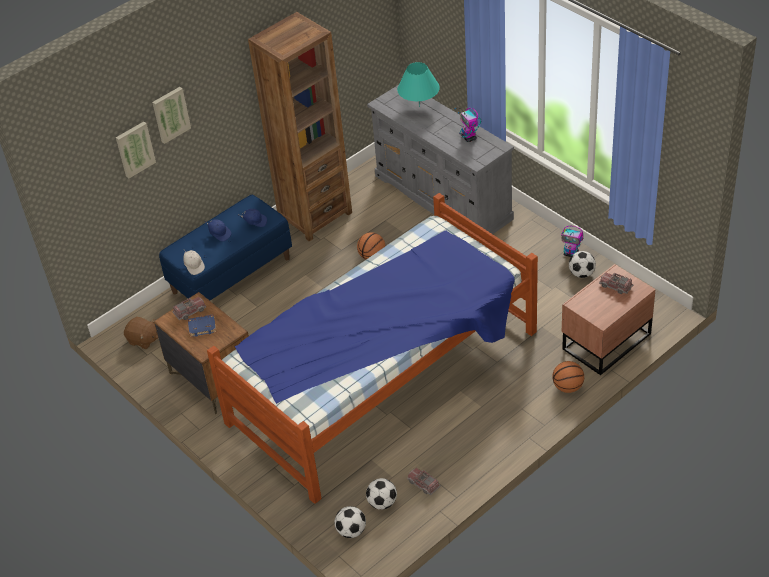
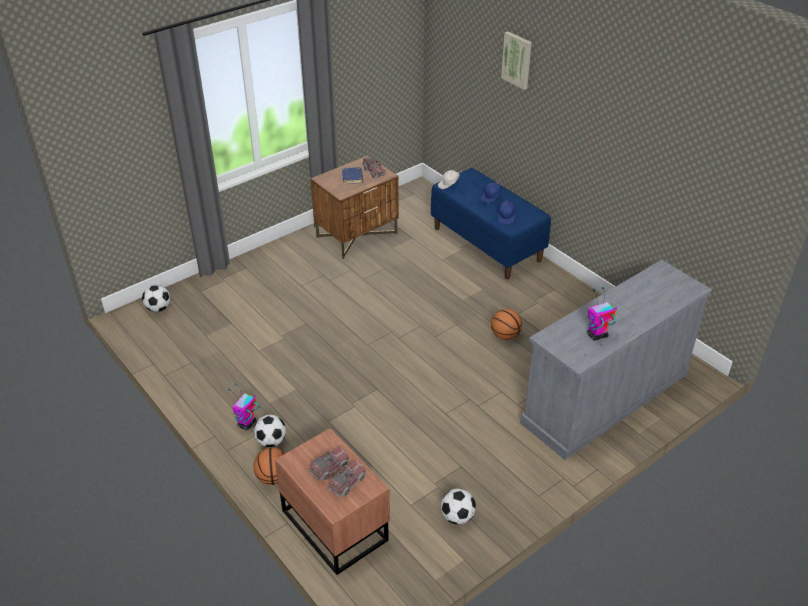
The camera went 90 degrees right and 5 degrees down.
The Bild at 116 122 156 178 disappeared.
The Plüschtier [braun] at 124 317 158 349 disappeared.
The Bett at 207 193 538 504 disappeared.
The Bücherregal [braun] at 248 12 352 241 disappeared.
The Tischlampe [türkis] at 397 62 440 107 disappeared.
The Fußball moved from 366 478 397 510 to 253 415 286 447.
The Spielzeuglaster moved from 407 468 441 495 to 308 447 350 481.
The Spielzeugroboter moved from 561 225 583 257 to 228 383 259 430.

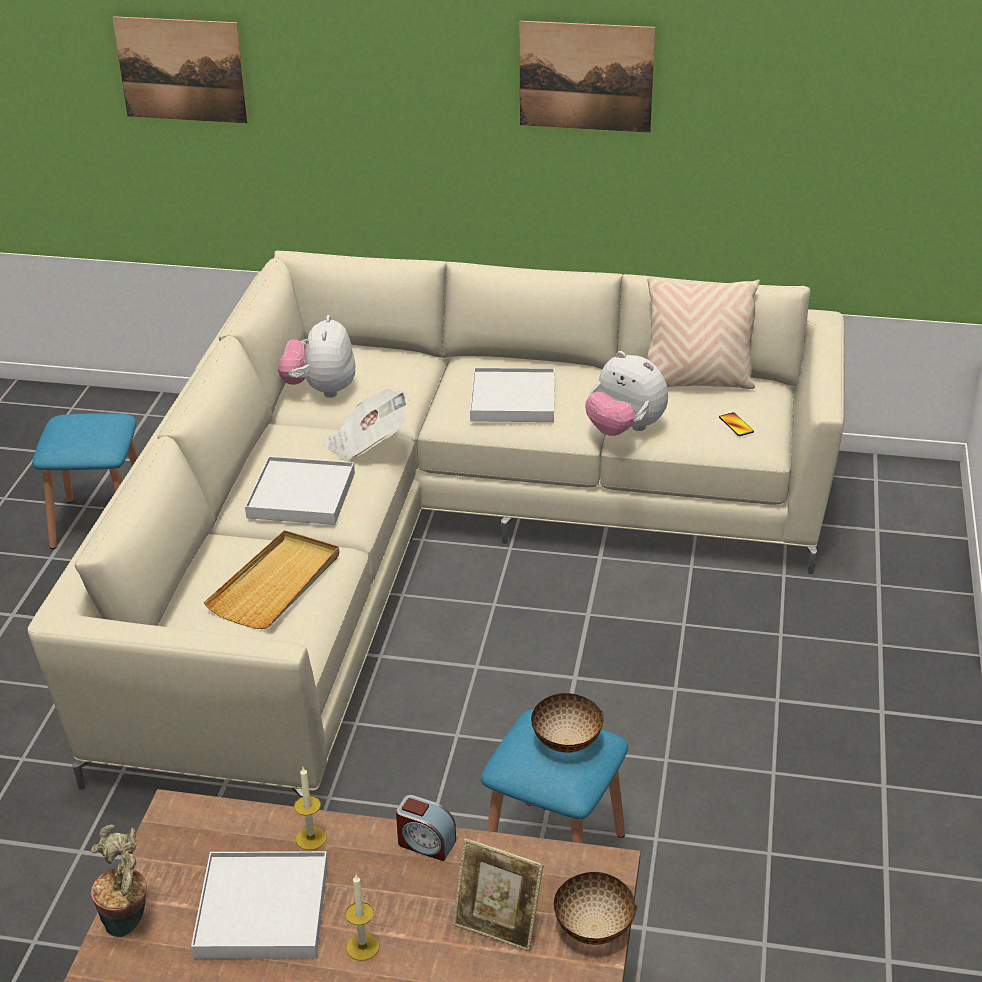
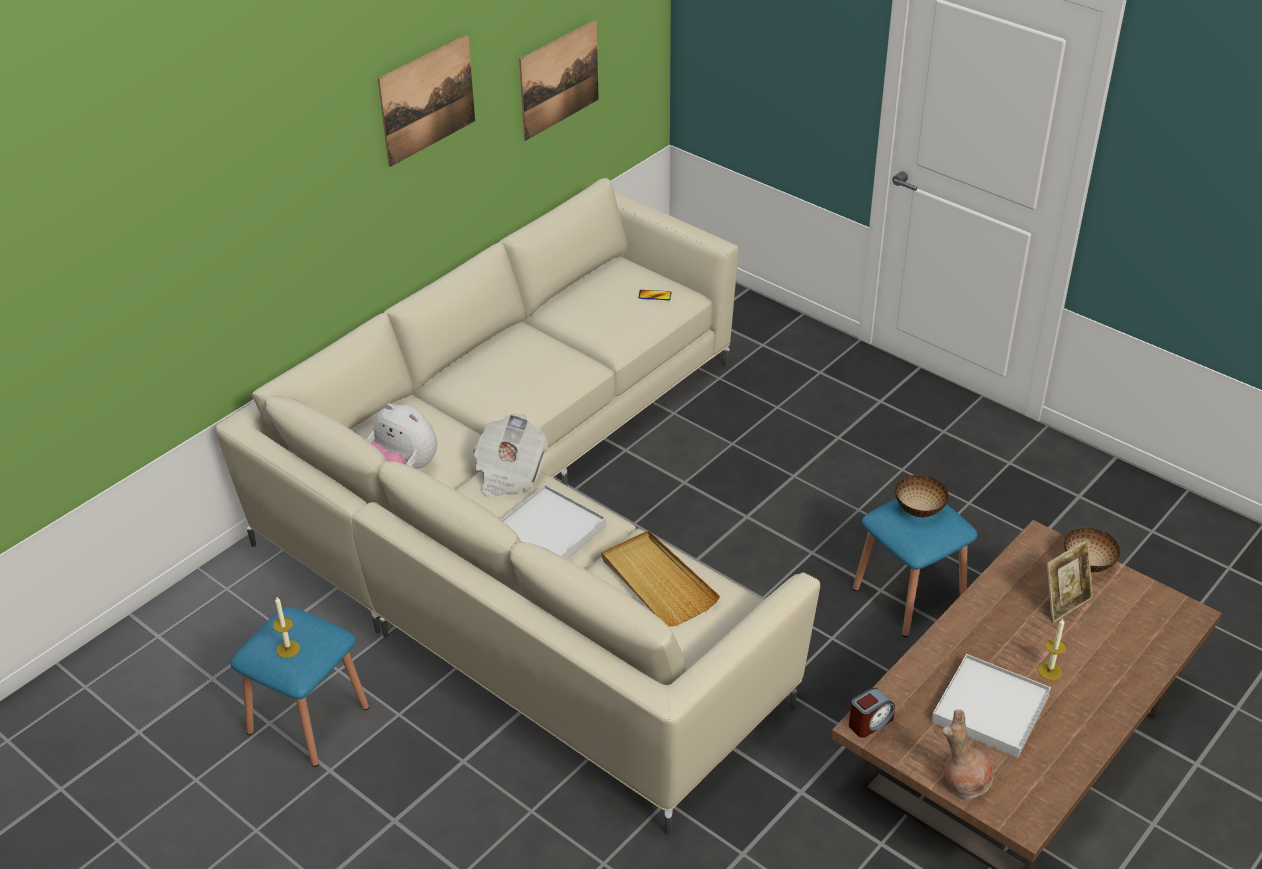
The camera went 60 degrees left and 5 degrees up.
The Tablett [weiß] at 470 368 555 422 disappeared.
The Plüschtier at 585 351 668 436 disappeared.
The Kissen [beige] at 647 277 760 389 disappeared.
The Bild moved from 112 16 248 123 to 519 20 599 141.
The Kerze moved from 294 767 327 850 to 273 597 300 658.
The Wecker moved from 396 795 456 861 to 849 688 895 738.
The Topfpflanze at 91 825 147 937 was replaced by the Vase [braun] at 942 710 993 798.

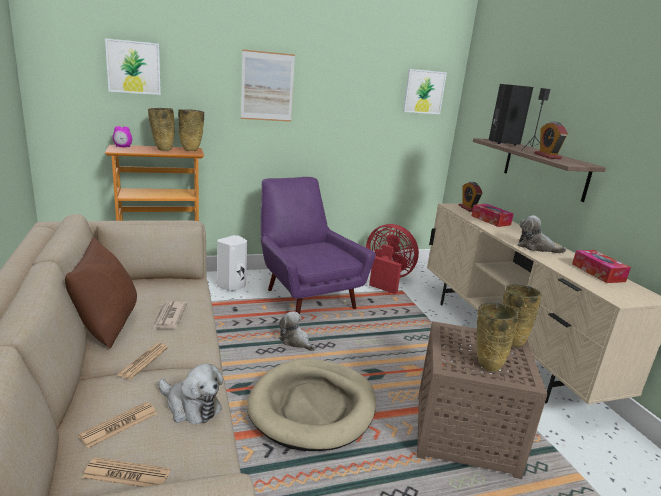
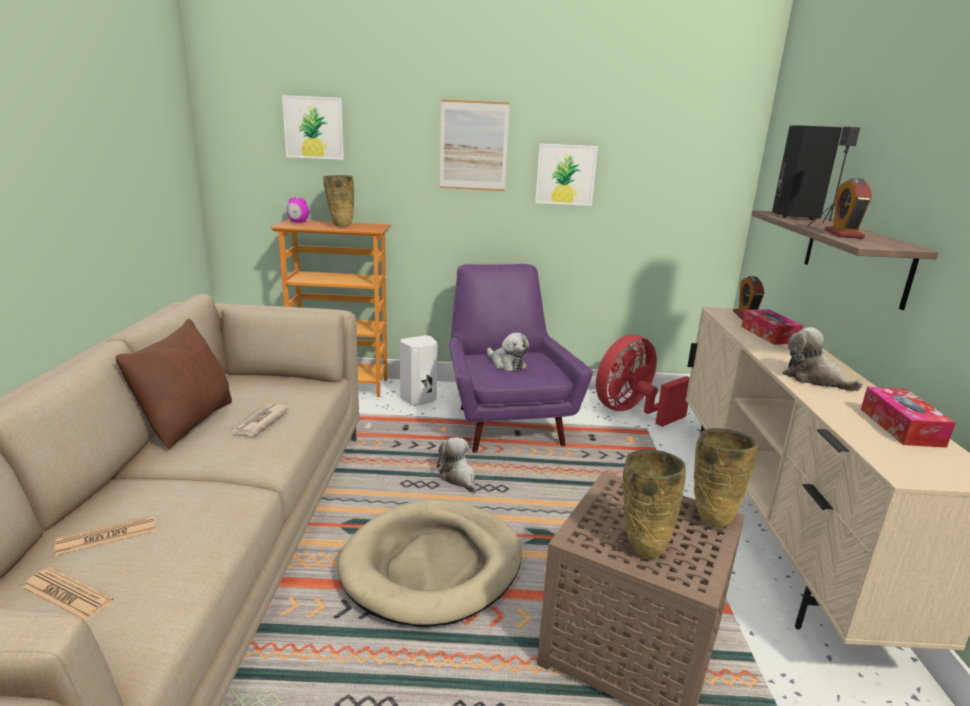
The camera went 20 degrees right and 0 degrees up.
The Zeitung at 117 343 168 379 disappeared.
The Vase [beige] at 178 109 204 151 disappeared.
The Plüschtier moved from 159 364 223 424 to 487 333 529 371.
The Bild moved from 403 69 447 114 to 535 143 598 206.
The Ventilator [rot] at 366 224 419 294 turned 90 degrees counterclockwise.

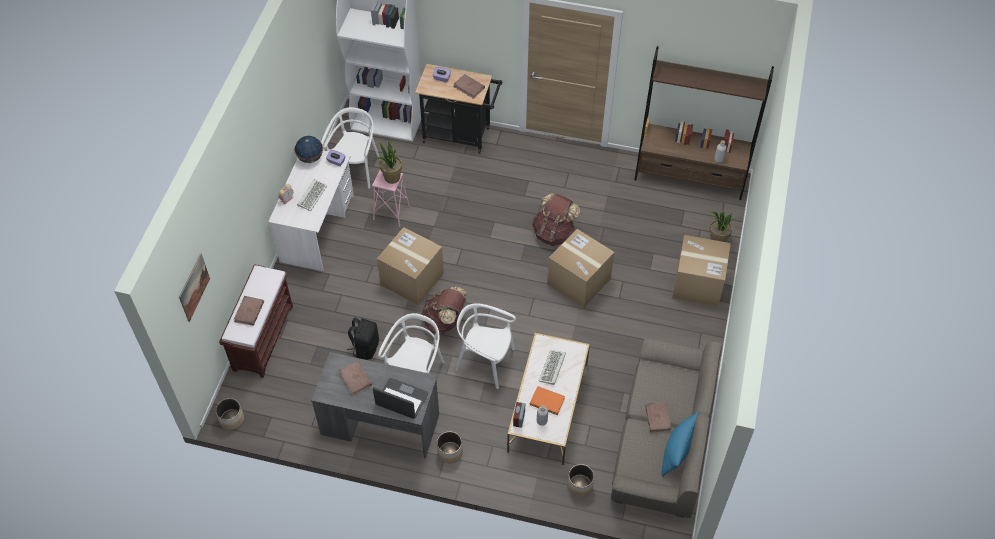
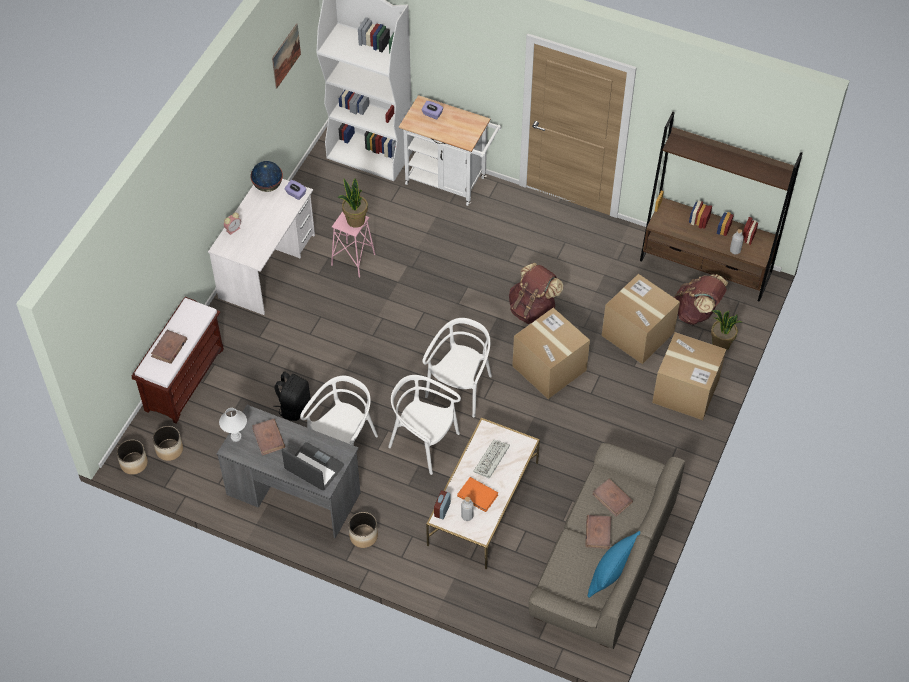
The camera went 10 degrees right and 0 degrees up.
The Tastatur at 297 179 328 211 disappeared.
The Tischlampe [weiß] at 219 408 247 442 appeared.
The Bild moved from 179 253 210 322 to 272 24 301 89.
The Stuhl [weiß] moved from 321 107 379 188 to 422 318 492 417.
The Karton moved from 377 227 444 305 to 602 274 680 364.
The Rucksack [braun] moved from 421 286 468 334 to 674 274 729 325.
The Buch [braun] moved from 454 74 485 99 to 593 479 633 517.
The Pflanzkübel moved from 567 464 594 497 to 153 426 183 461.
The Rollwagen [schwarz] at 415 64 502 154 became the Rollwagen [weiß] at 399 95 501 206.

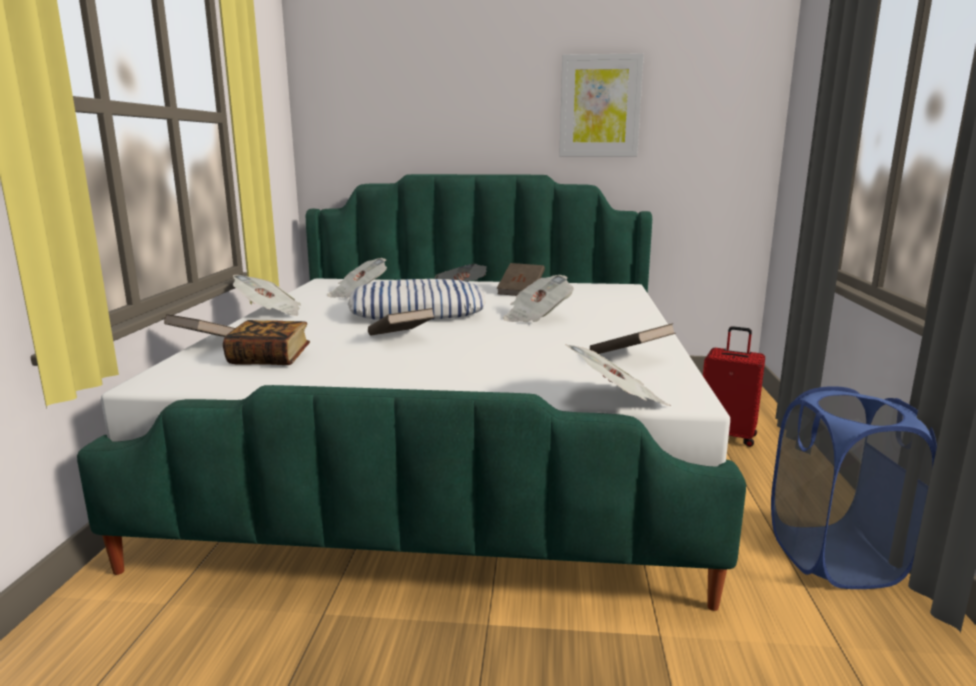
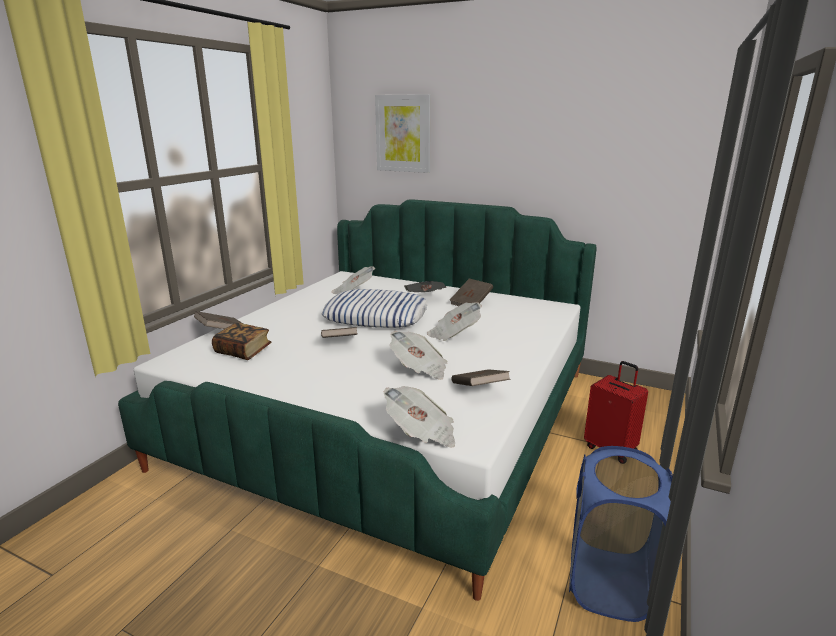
The camera went 20 degrees right and 5 degrees up.
The Zeitung moved from 233 275 301 316 to 389 331 447 380.
The Bild moved from 559 53 644 156 to 375 94 431 173.

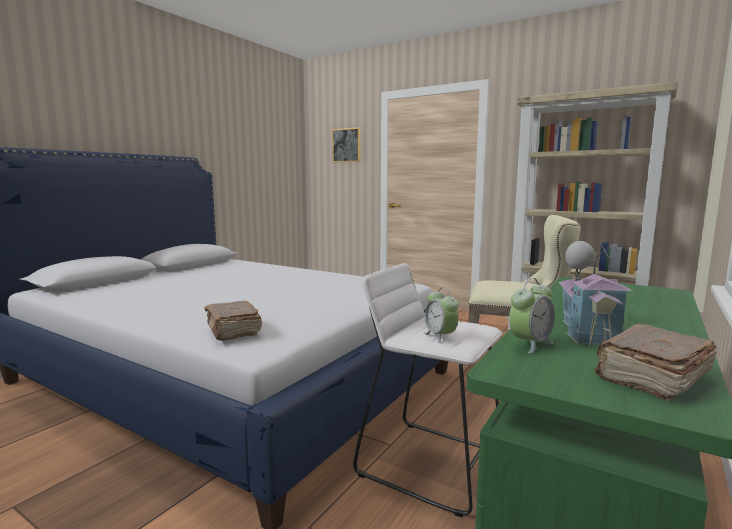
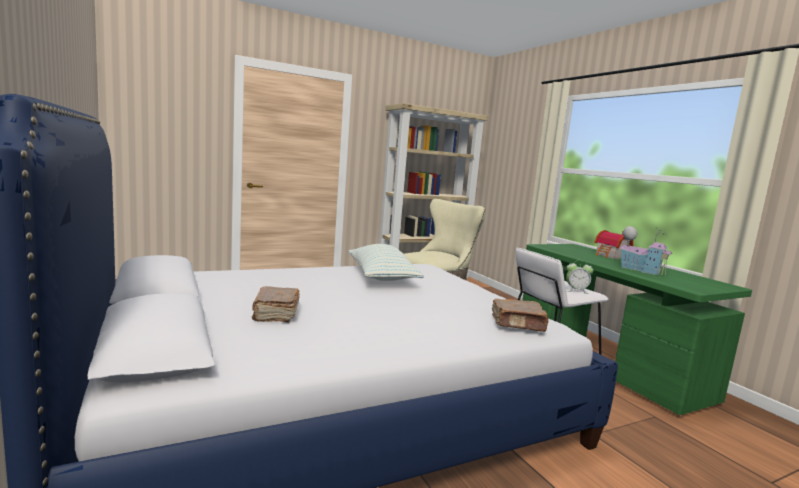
The camera went 60 degrees left and 0 degrees up.
The Bild at 332 127 360 162 disappeared.
The Wecker at 509 278 555 354 disappeared.
The Kissen at 348 244 424 281 appeared.
The Spielzeughaus at 594 230 633 259 appeared.
The Buch [braun] moved from 595 324 717 401 to 252 286 300 322.

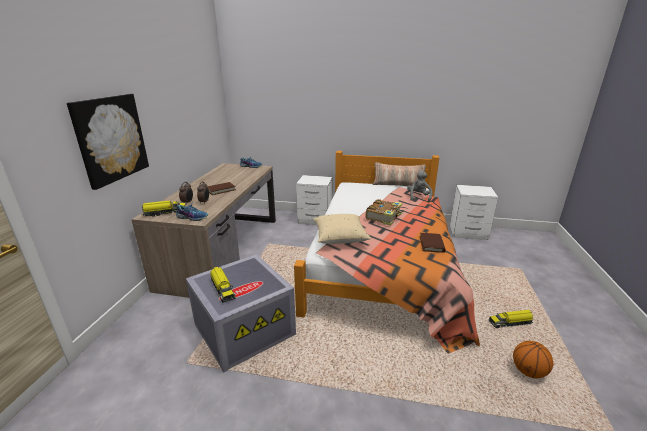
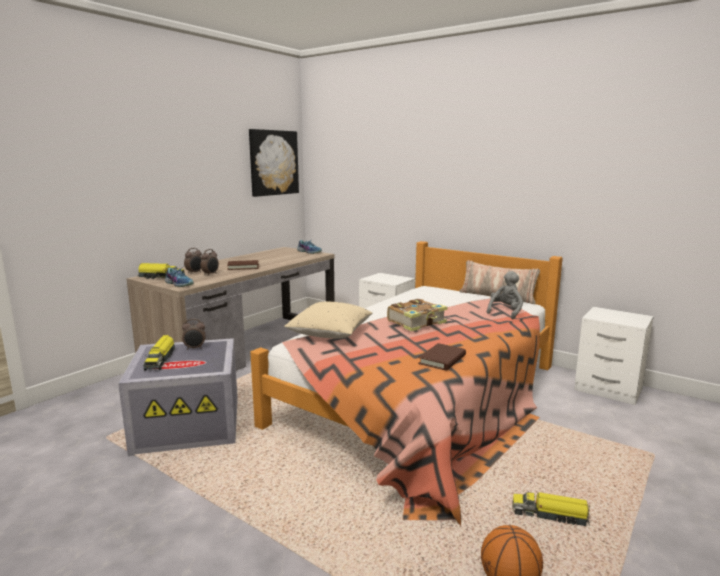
The camera went 25 degrees right and 10 degrees down.
The Wecker at 182 319 206 350 appeared.
The Bild moved from 67 94 149 190 to 249 129 299 197.

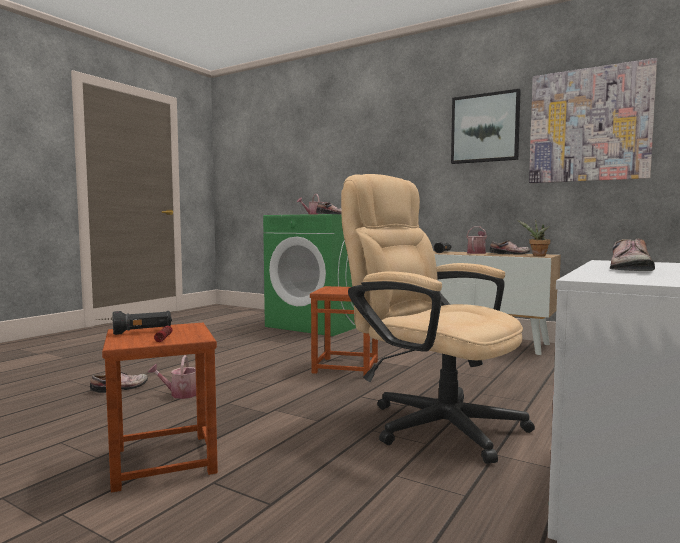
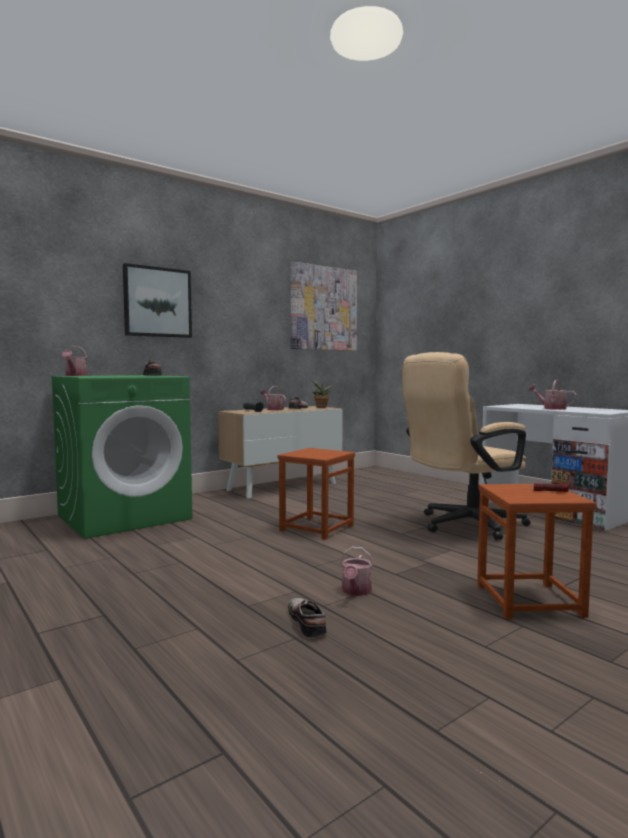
The camera went 70 degrees left and 0 degrees up.
The Taschenlampe [schwarz] at 112 311 172 335 disappeared.
The Bild moved from 451 89 521 164 to 123 263 192 338.
The Schuh at 610 239 655 271 was replaced by the Gießkanne at 528 380 577 410.

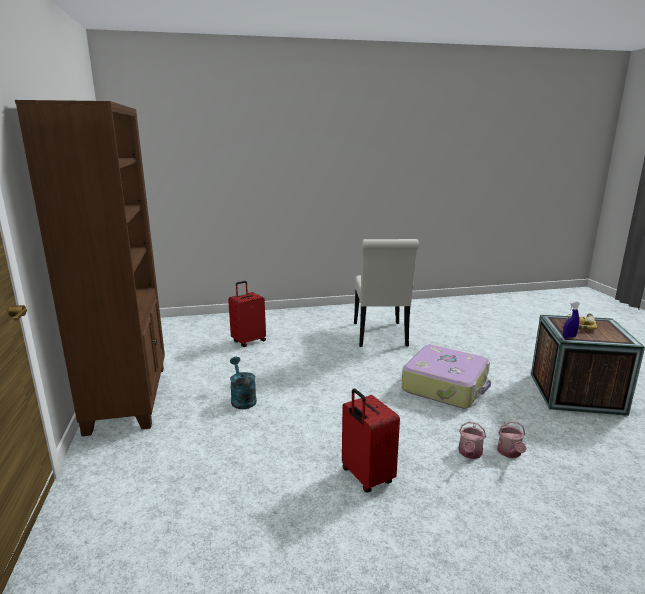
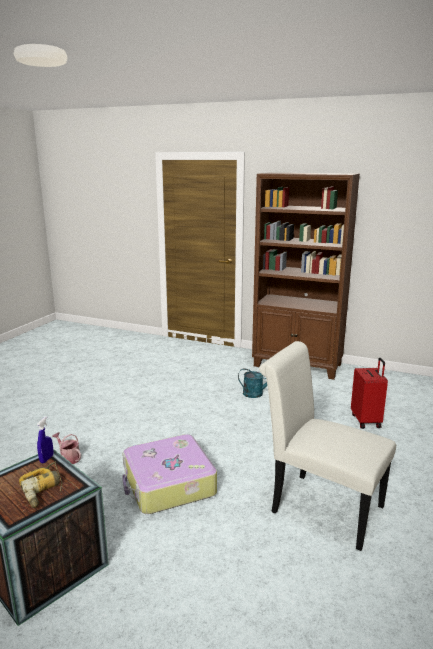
The camera went 125 degrees right and 0 degrees up.
The Koffer [rot] at 342 388 400 493 disappeared.
The Gießkanne at 458 421 486 459 disappeared.

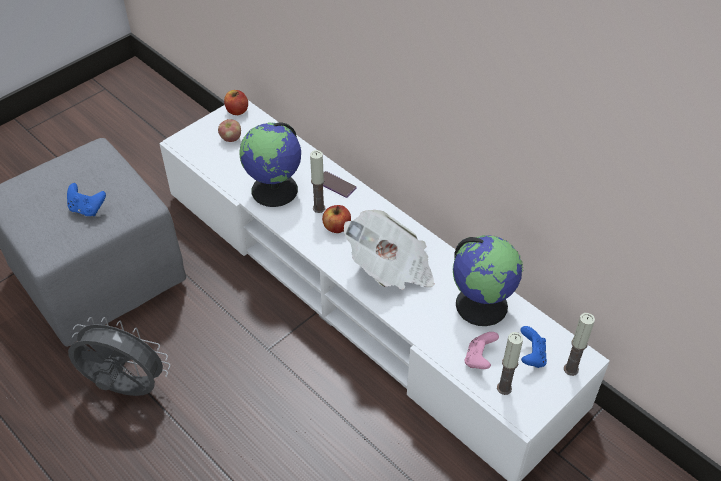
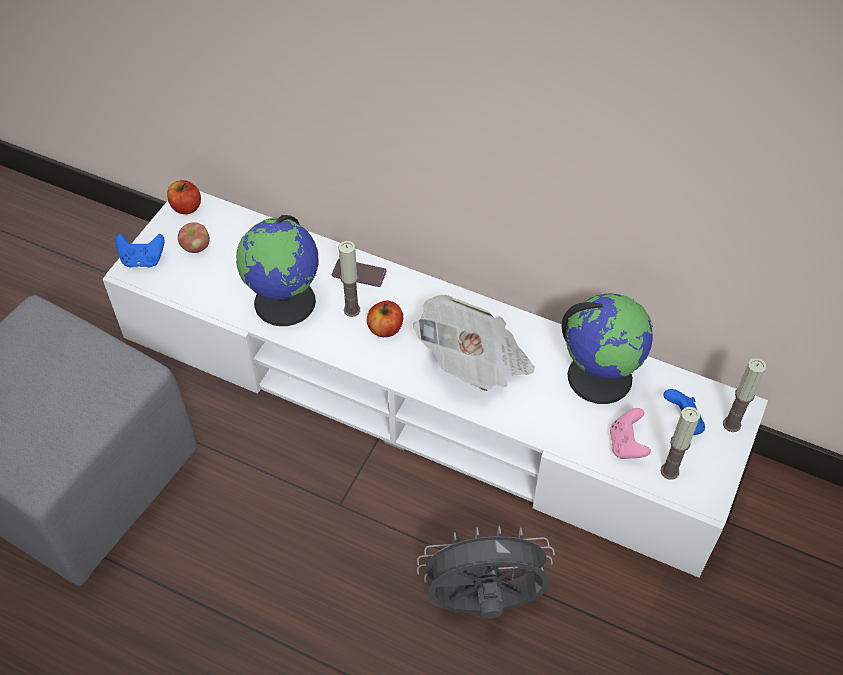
The camera went 20 degrees left and 5 degrees up.
The Gamepad [blau] moved from 67 183 106 216 to 116 234 164 268.
The Ventilator [grau] moved from 68 317 170 396 to 417 526 555 619.

